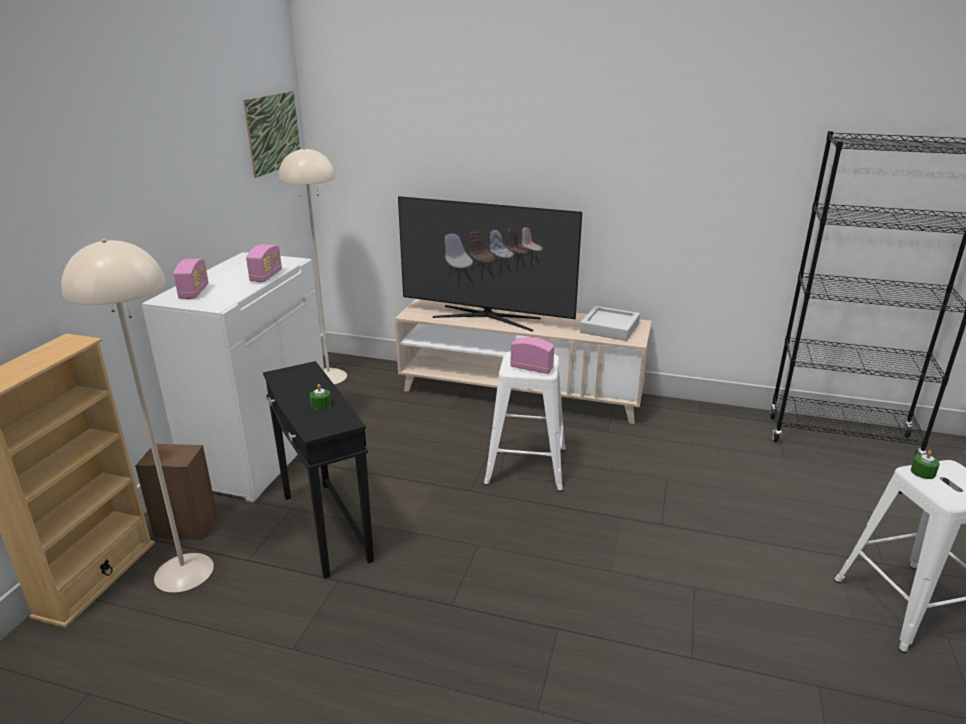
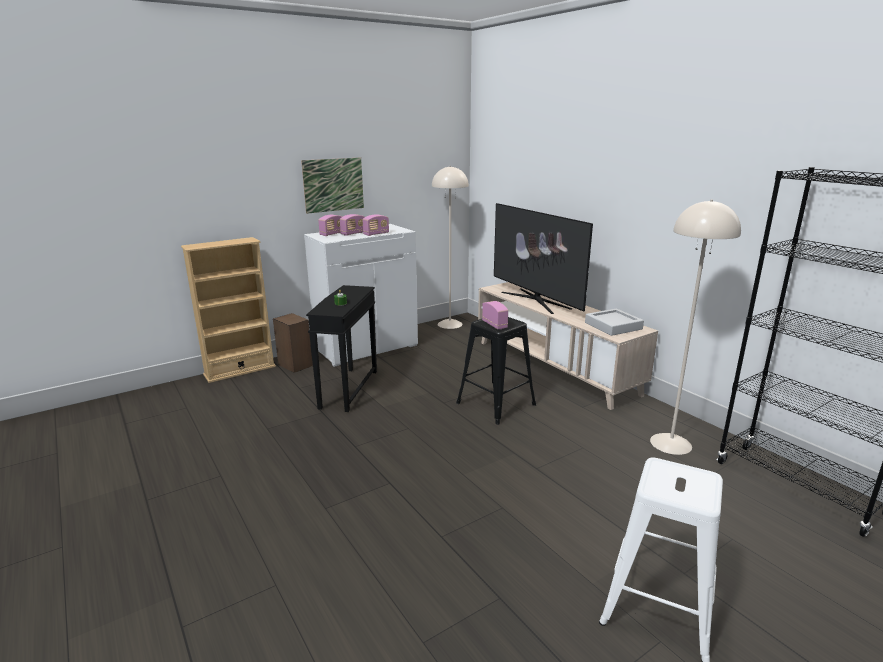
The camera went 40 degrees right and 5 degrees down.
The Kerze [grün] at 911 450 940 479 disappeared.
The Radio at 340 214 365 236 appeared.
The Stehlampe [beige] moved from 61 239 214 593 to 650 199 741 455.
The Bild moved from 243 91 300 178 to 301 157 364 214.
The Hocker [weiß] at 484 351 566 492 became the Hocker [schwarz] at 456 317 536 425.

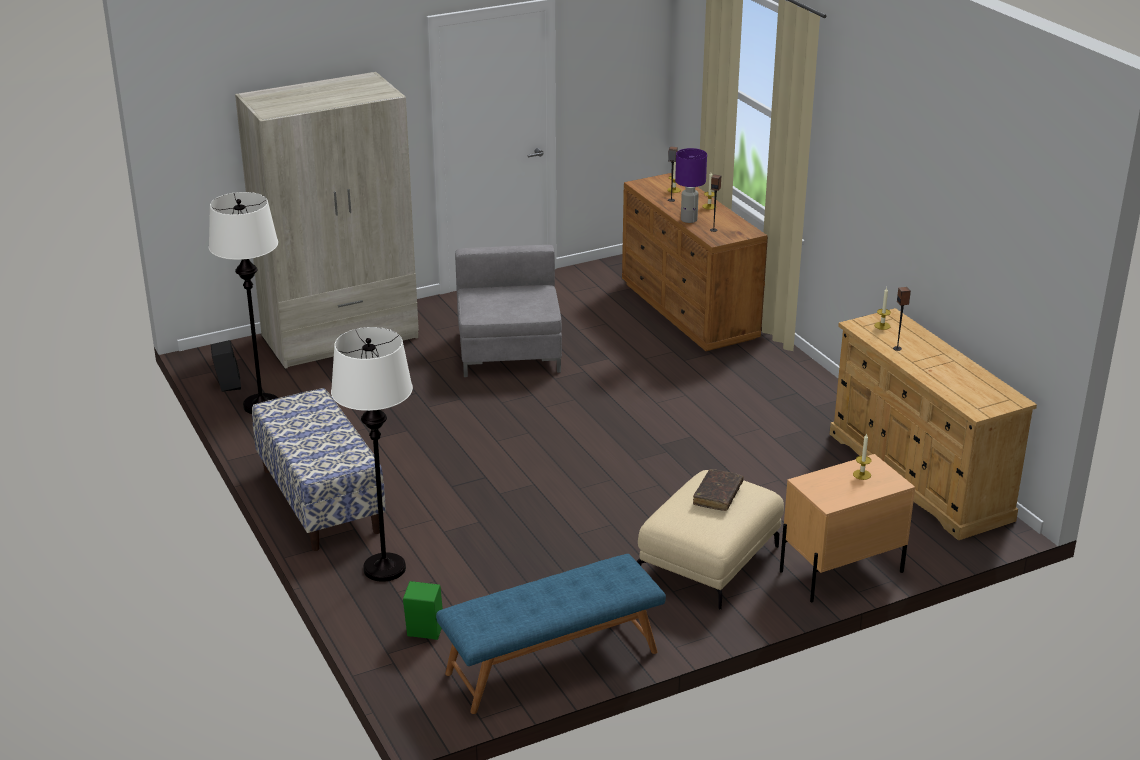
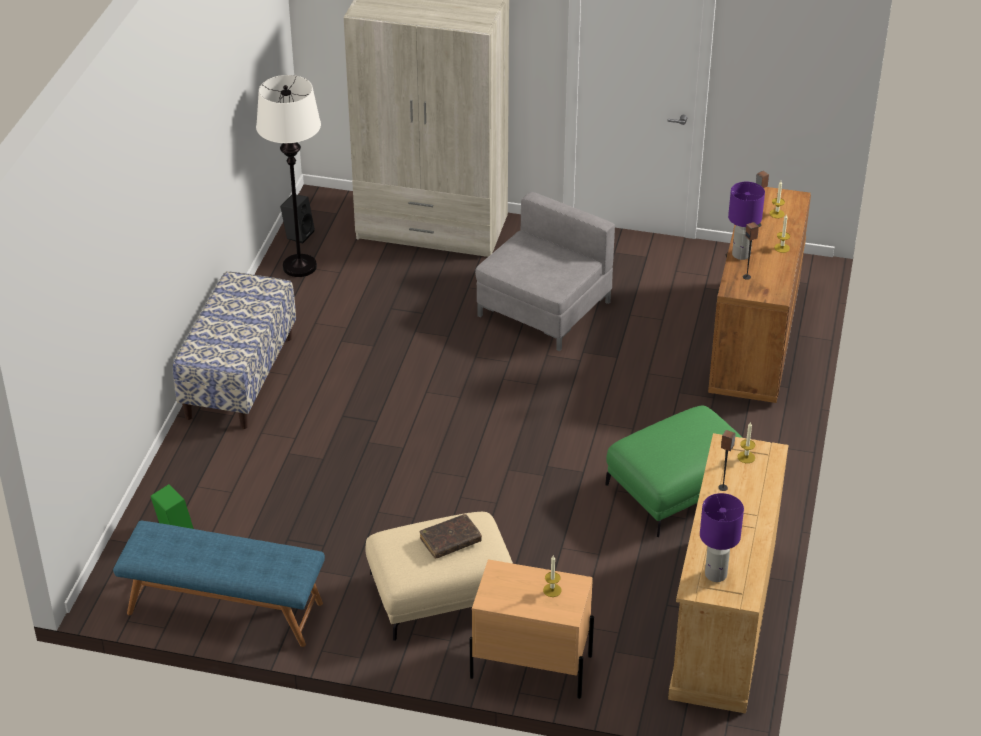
The camera went 40 degrees right and 10 degrees up.
The Stehlampe [weiß] at 331 327 413 582 disappeared.
The Polsterhocker [grün] at 605 406 743 537 appeared.
The Tischlampe [lila] at 700 493 744 582 appeared.

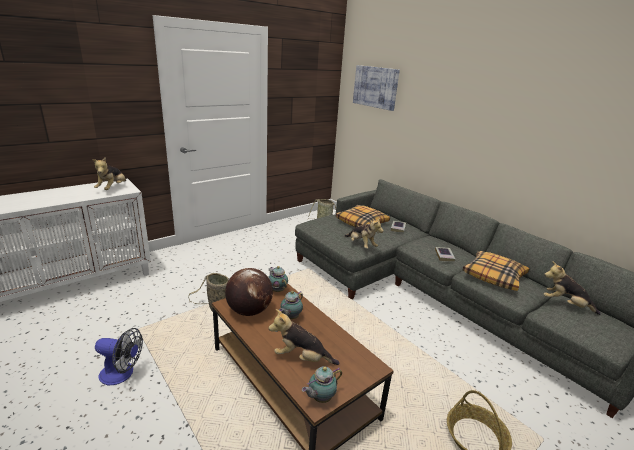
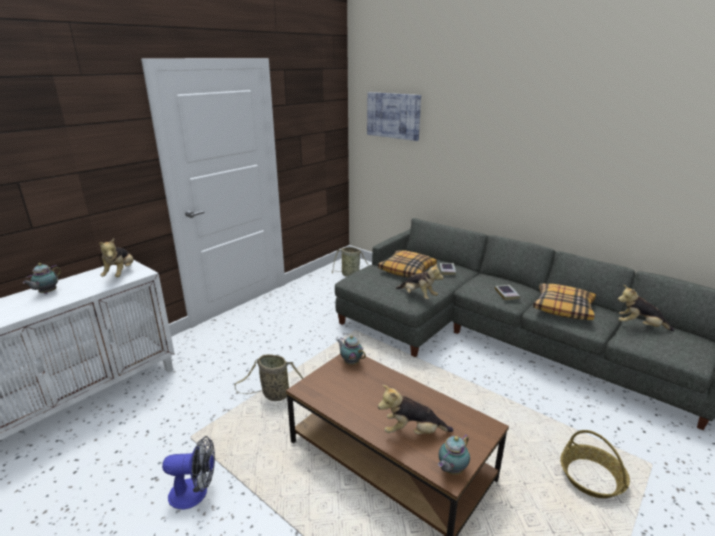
The camera went 10 degrees left and 0 degrees up.
The Globus at 225 268 273 316 disappeared.
The Teekanne moved from 279 291 303 319 to 23 263 61 294.

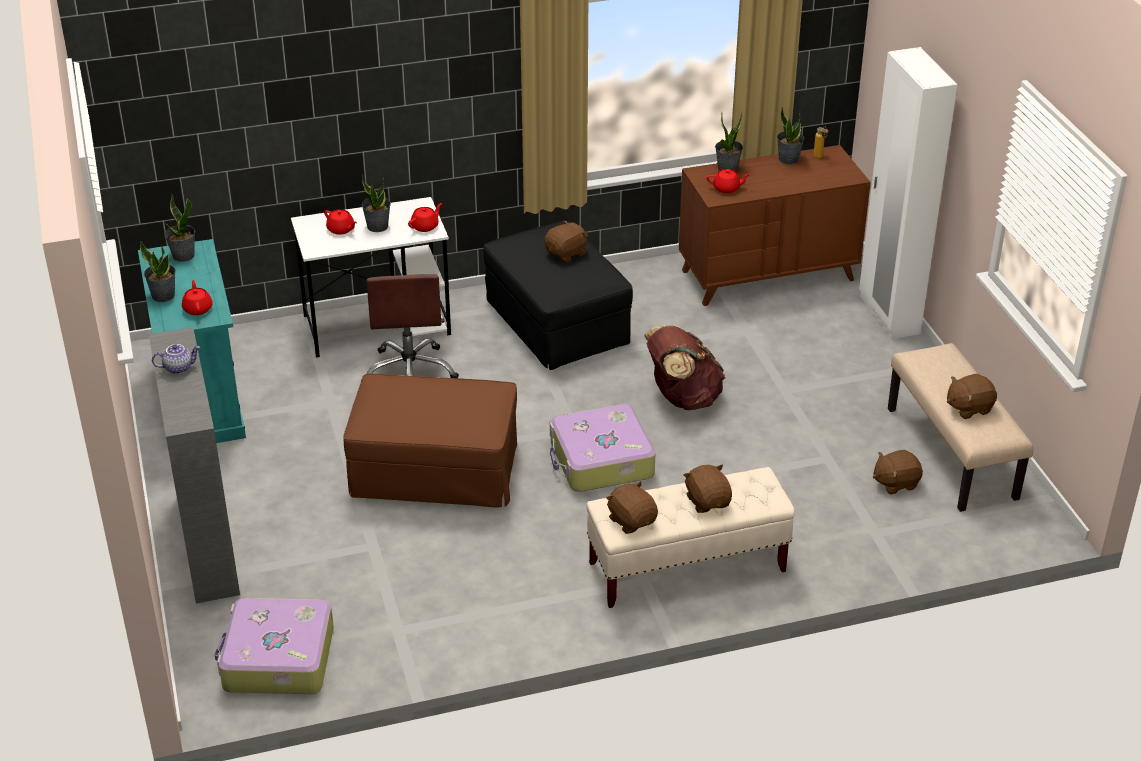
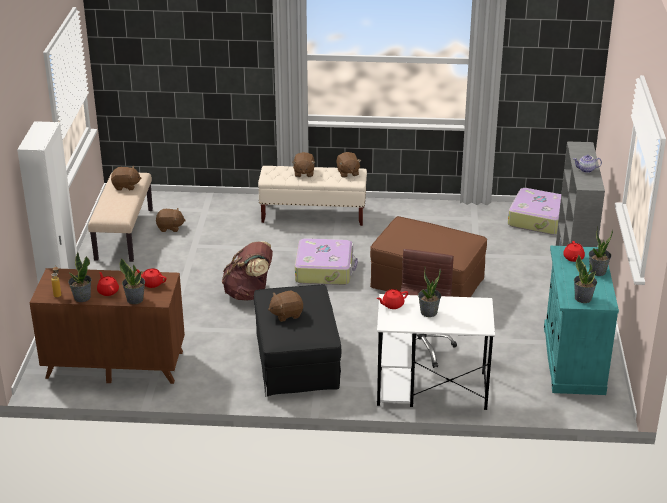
The camera went 160 degrees left and 5 degrees down.
The Teekanne [rot] moved from 324 209 357 235 to 97 272 119 296.

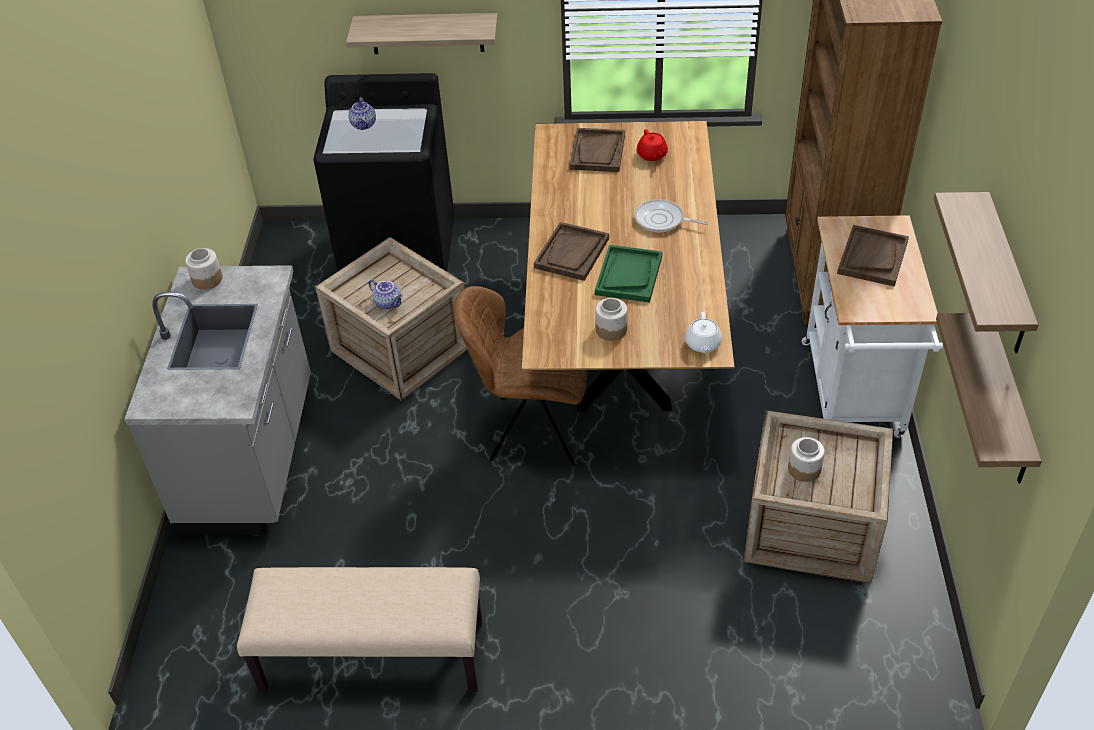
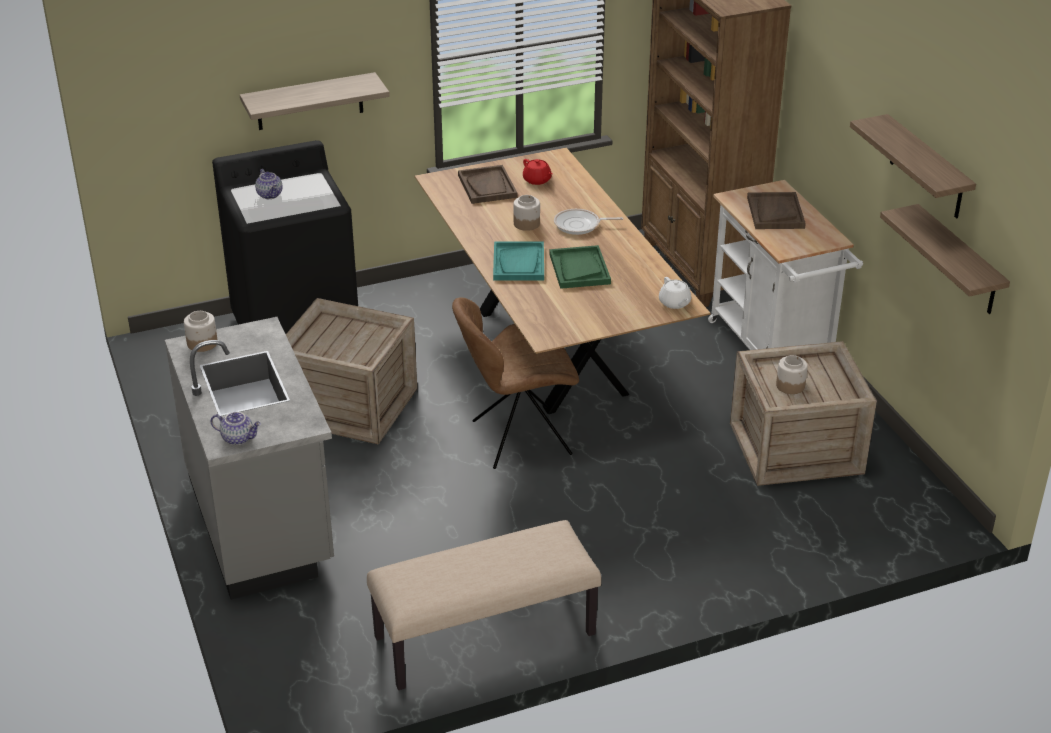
The camera went 25 degrees left and 10 degrees down.
The Teekanne moved from 369 279 403 309 to 211 412 261 445.
The Vorratsglas moved from 595 298 627 341 to 514 195 540 231.
The Tablett [braun] at 534 222 609 281 became the Tablett [türkis] at 493 241 544 281.

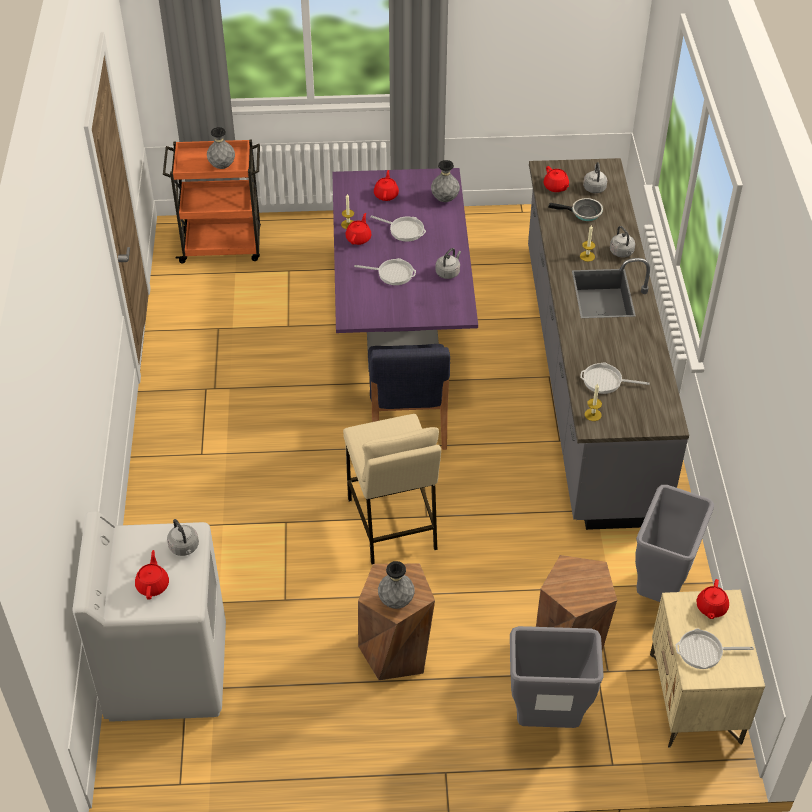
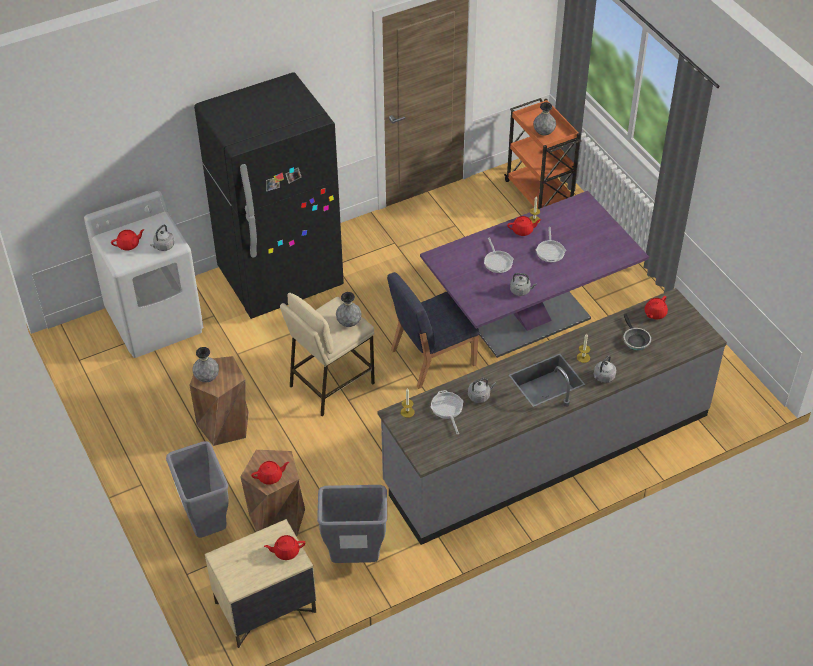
The camera went 65 degrees right and 0 degrees up.
The Pfanne at 675 628 754 669 disappeared.
The Kühlschrank [schwarz] at 194 72 344 319 appeared.
The Teekanne [rot] moved from 374 170 399 201 to 251 461 289 485.
The Vase [grau] moved from 431 160 460 202 to 336 292 362 327.
The Wasserkessel [grau] moved from 583 162 607 193 to 468 378 496 403.

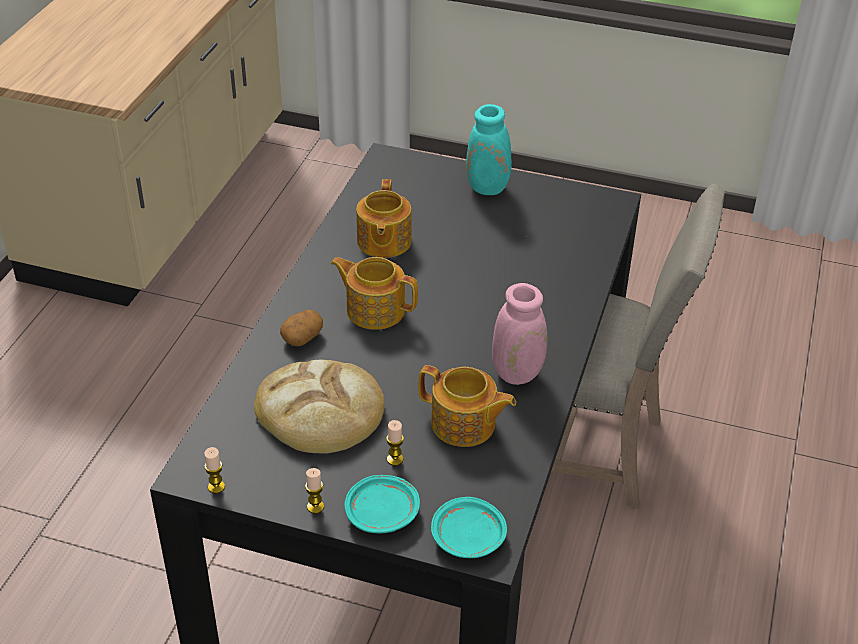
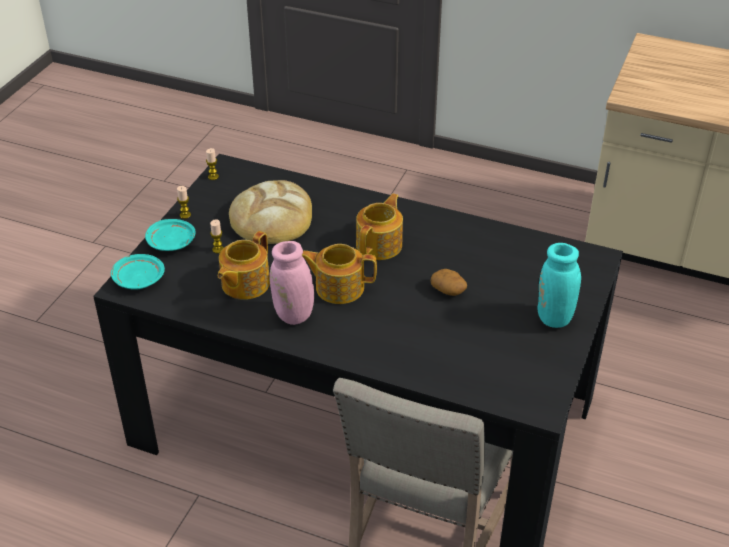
The camera went 95 degrees right and 0 degrees up.
The Kartoffel moved from 280 310 323 346 to 431 269 467 296.
The Teekanne moved from 356 179 412 258 to 302 244 377 304.

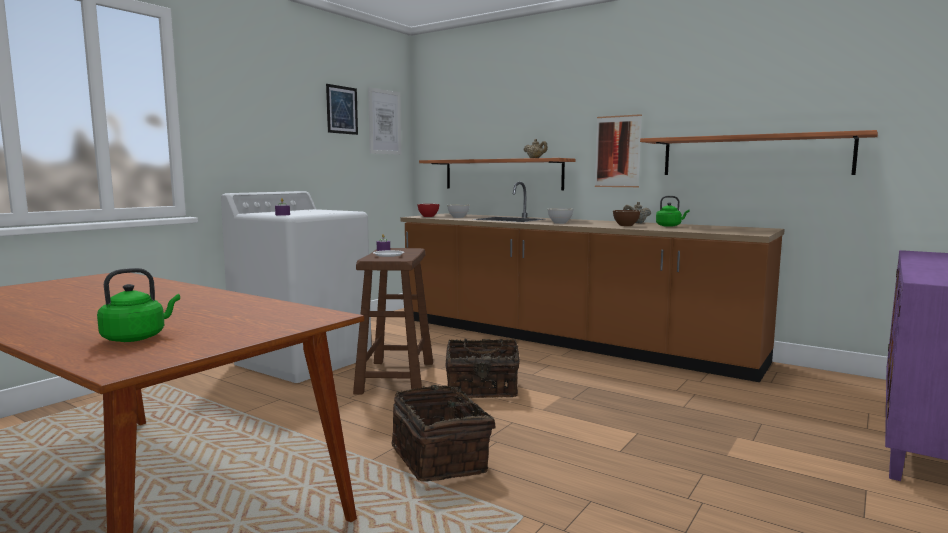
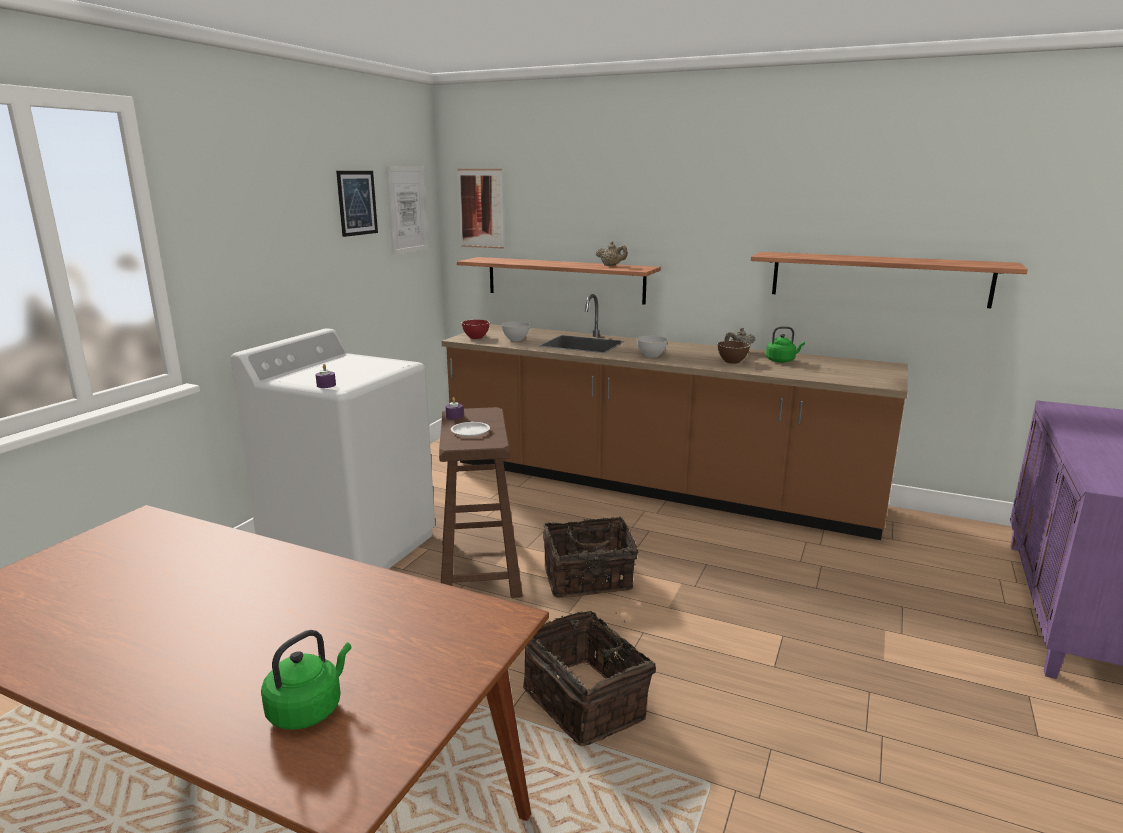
The camera went 10 degrees left and 10 degrees up.
The Bild moved from 595 114 642 187 to 458 169 504 249.

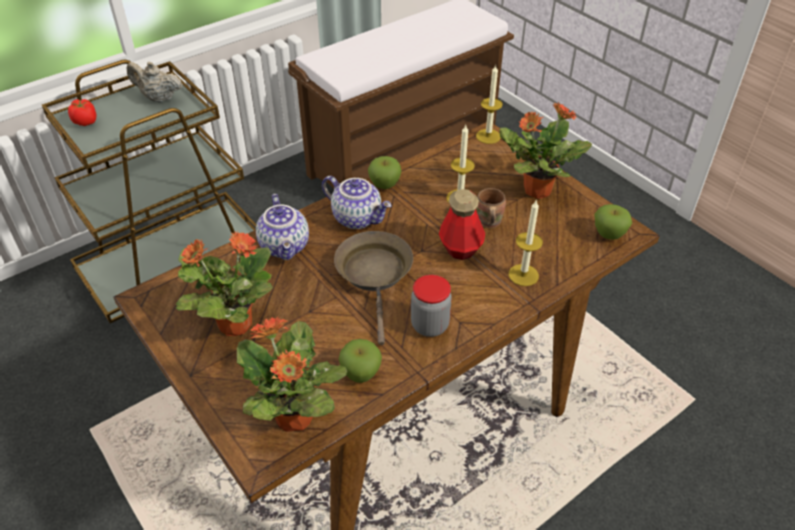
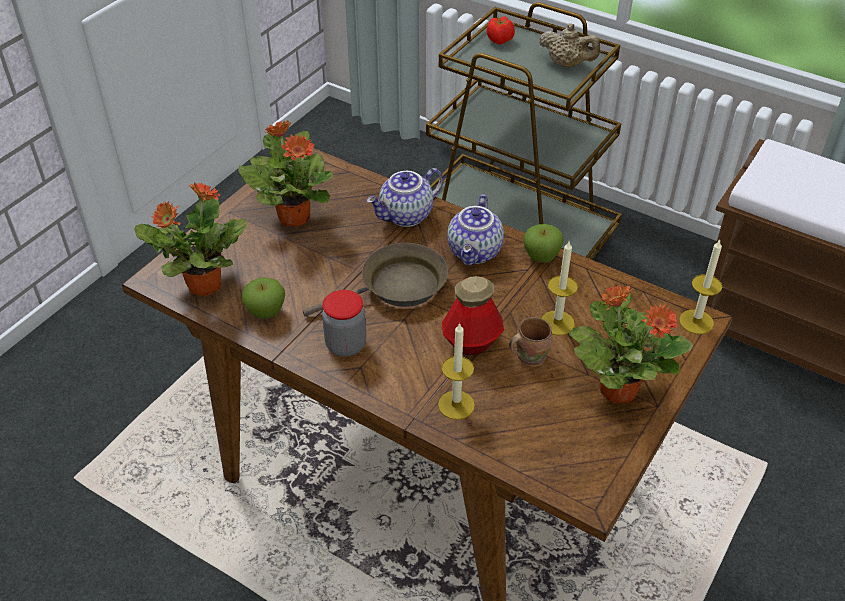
The camera went 70 degrees right and 0 degrees up.
The Apfel at 594 204 632 240 disappeared.
The Teekanne [beige] at 127 62 182 103 turned 120 degrees clockwise.

